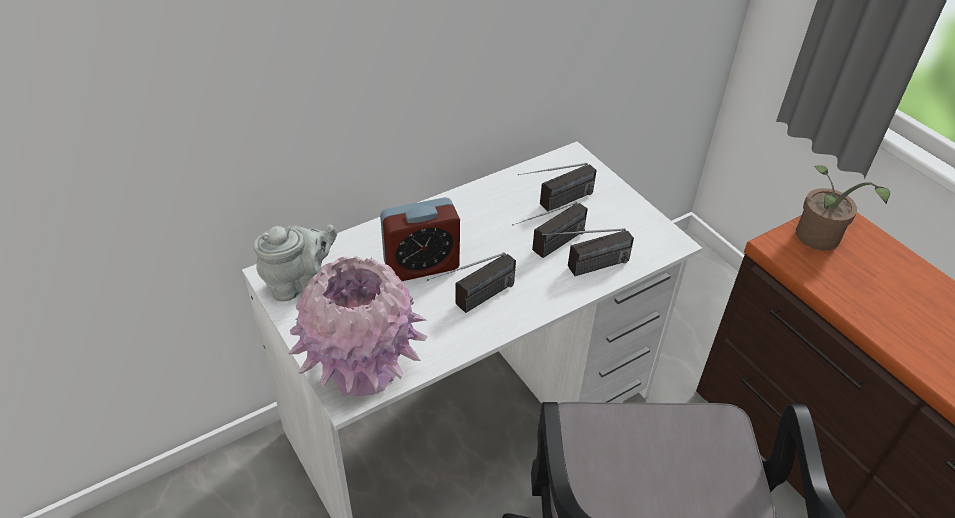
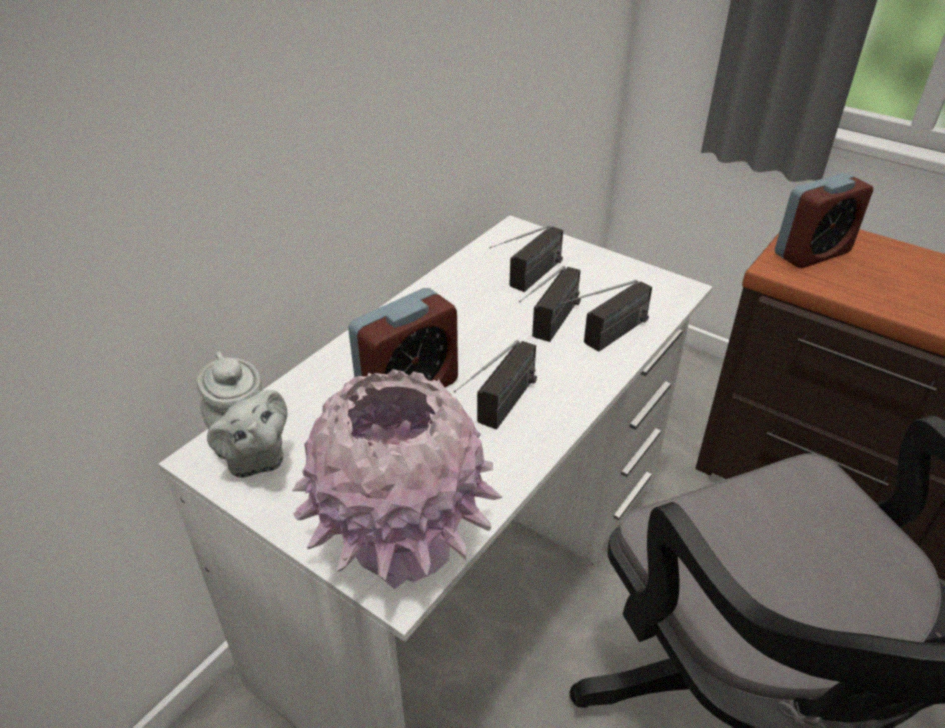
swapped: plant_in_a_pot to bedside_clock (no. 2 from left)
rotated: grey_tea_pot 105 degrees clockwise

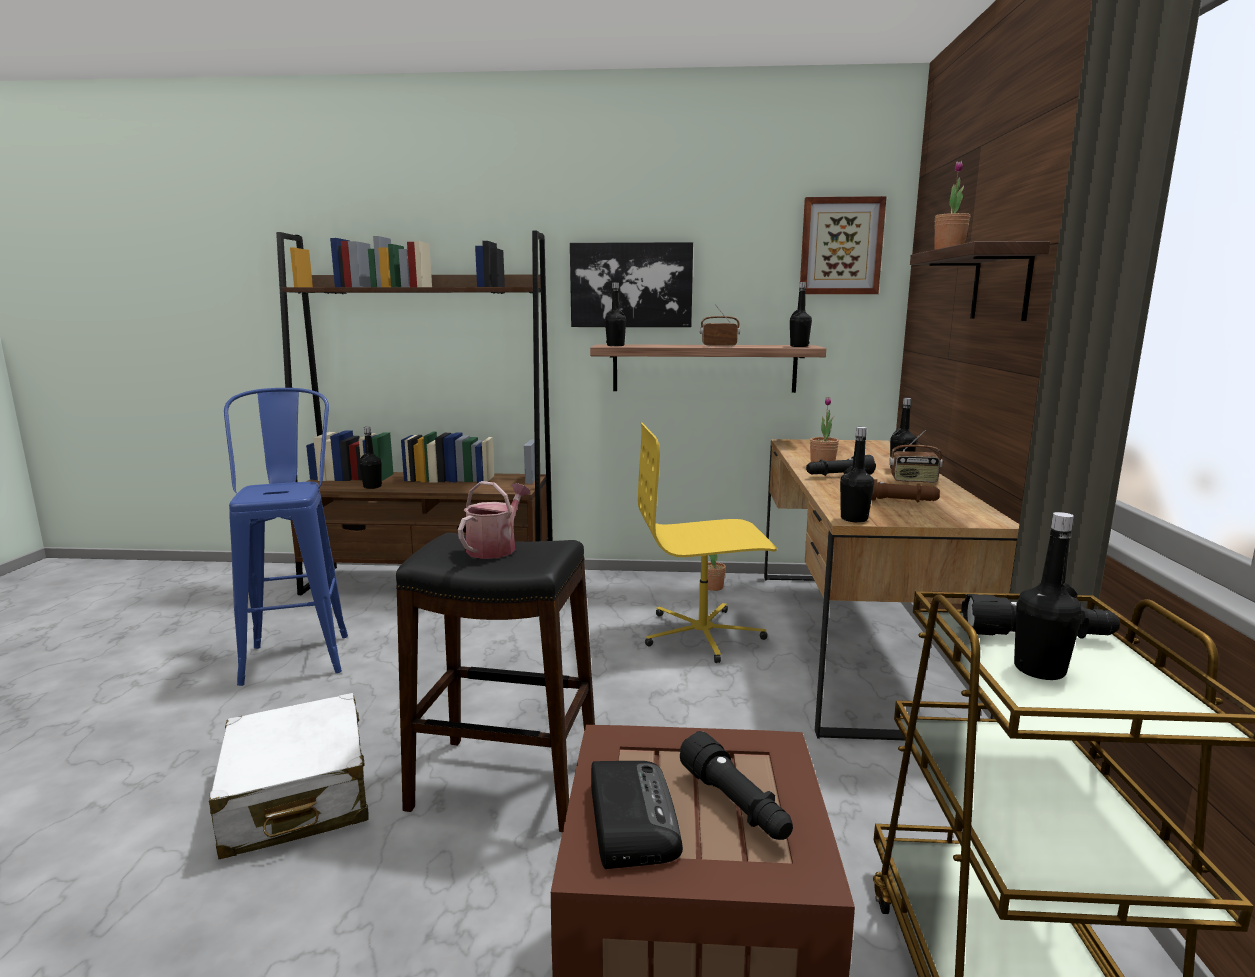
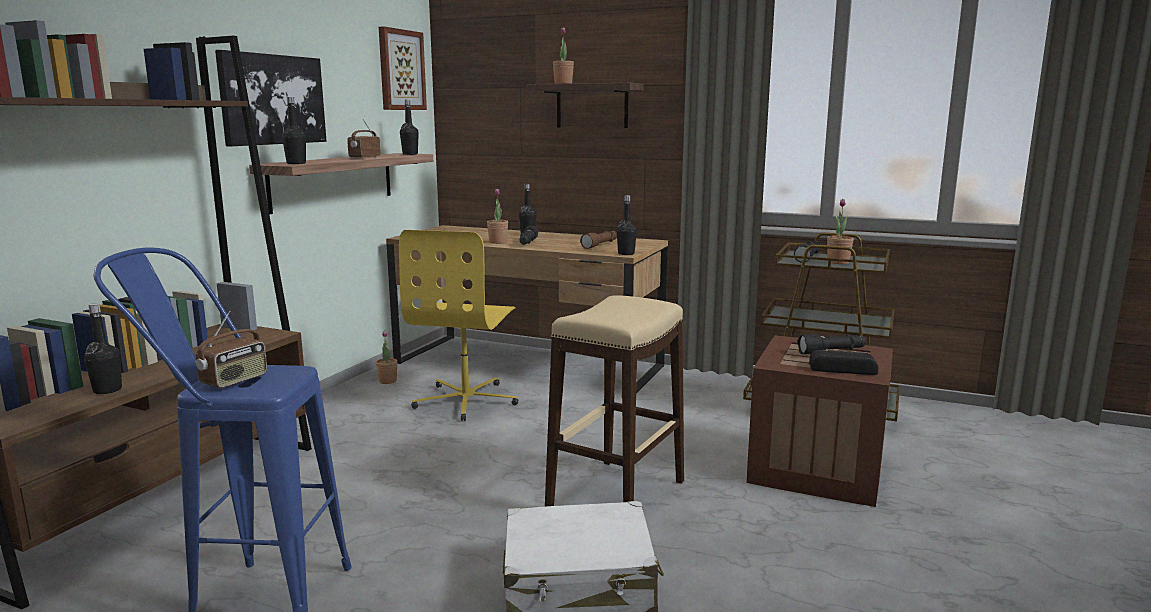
gone: watering_can
shifted: radio (no. 3 from left in the first image) to radio (no. 1 from left)
swapped: blackish_beverage_bottle (no. 6 from left) to plant_in_a_pot (no. 4 from left)
repainted: blackish_sitting_stool to sand-coloured_sitting_stool

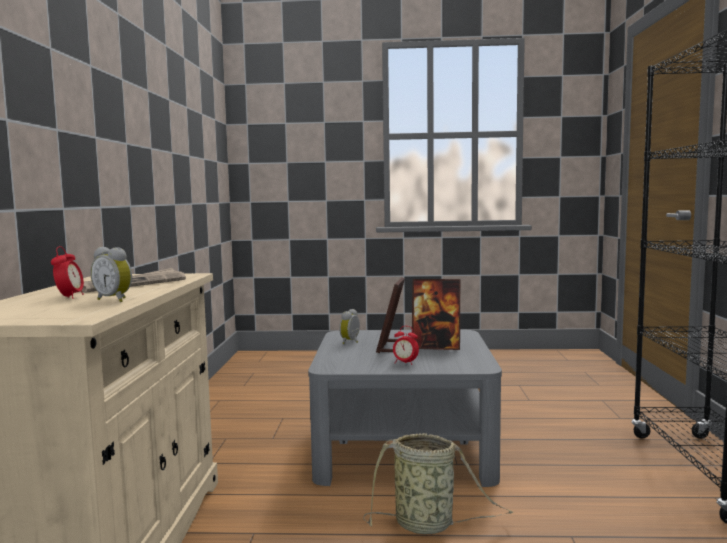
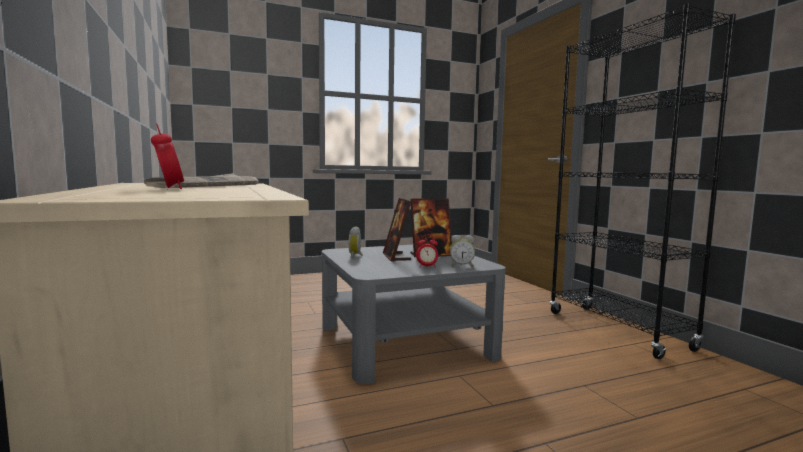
gone: basket
shifted: bedside_clock (no. 2 from left in the first image) to bedside_clock (no. 4 from left)

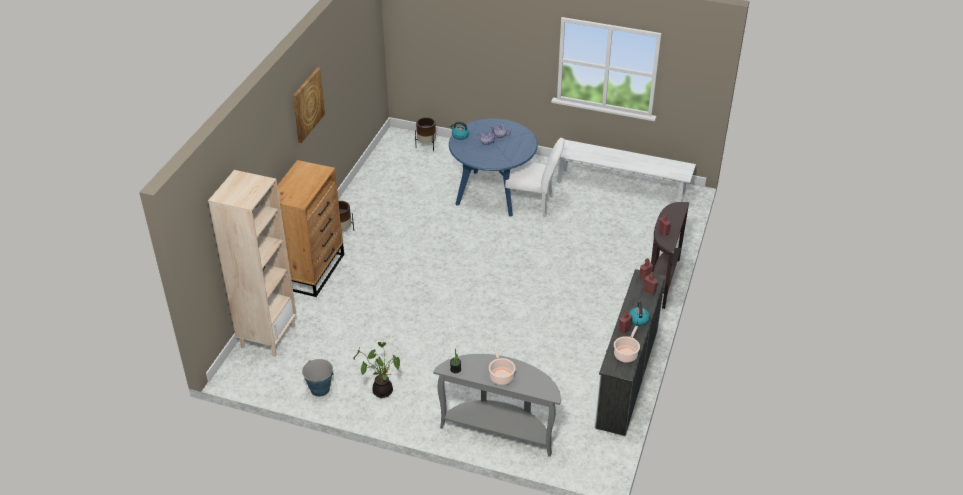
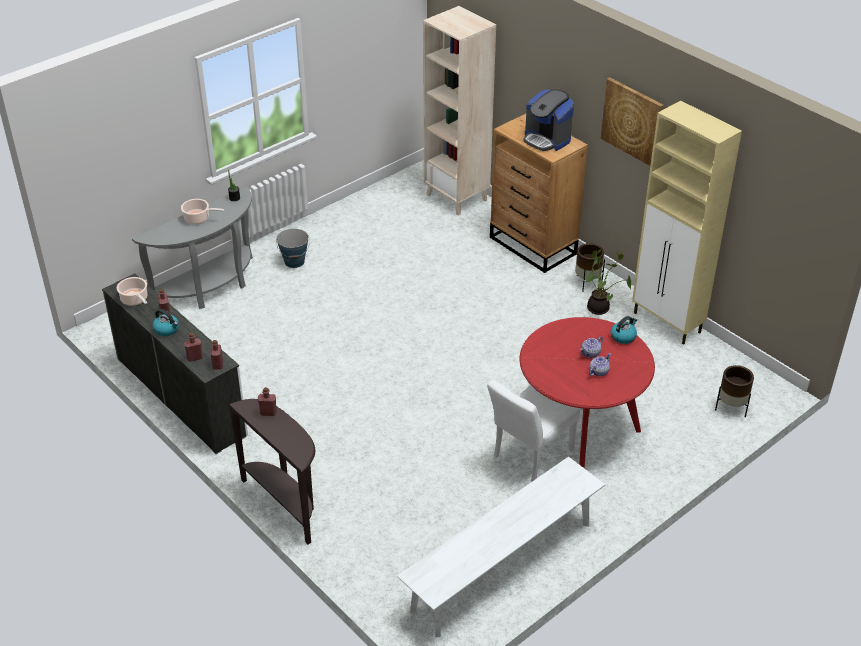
new: coffee_brewer; sand-coloured_cupboard
shifted: water_bucket; plant_in_a_pot (no. 1 from left in the first image) to plant_in_a_pot (no. 2 from left)
repainted: blue-coloured_dining_table to reddish_dining_table

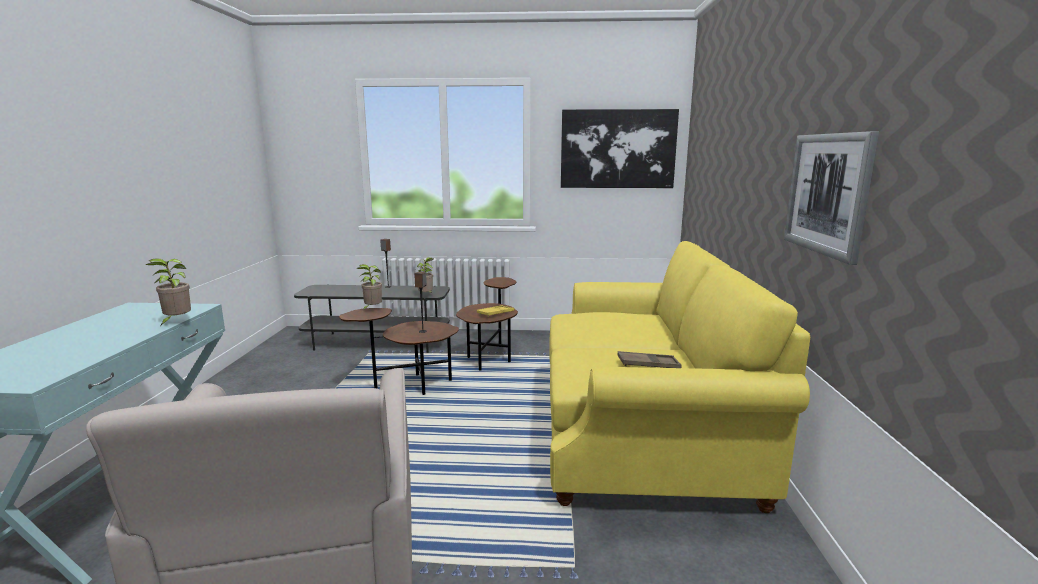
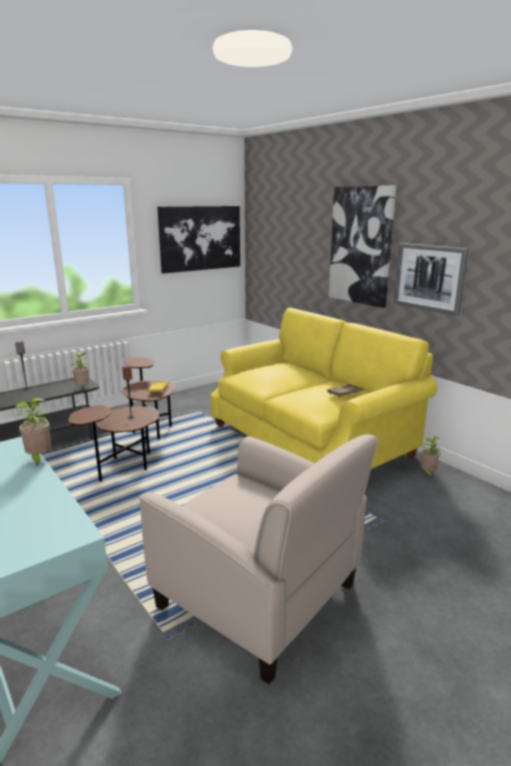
new: wall_art (no. 2 from left)
shifted: plant_in_a_pot (no. 2 from left in the first image) to plant_in_a_pot (no. 3 from left)

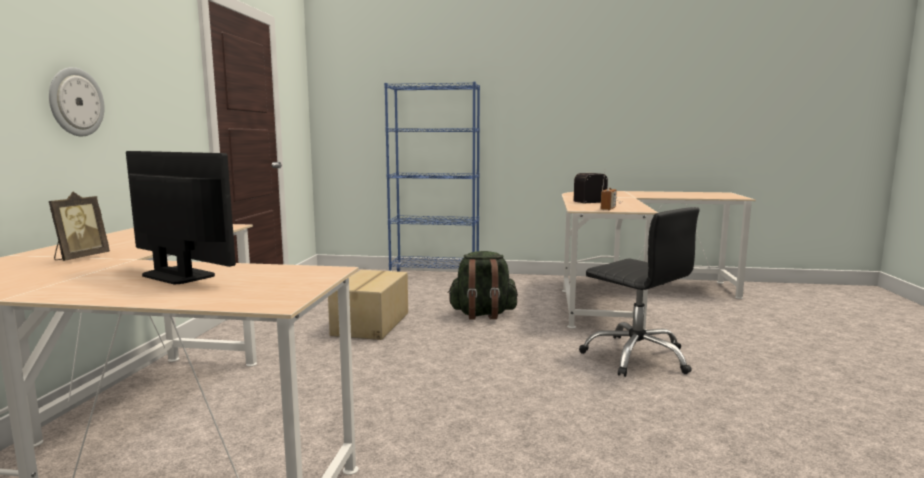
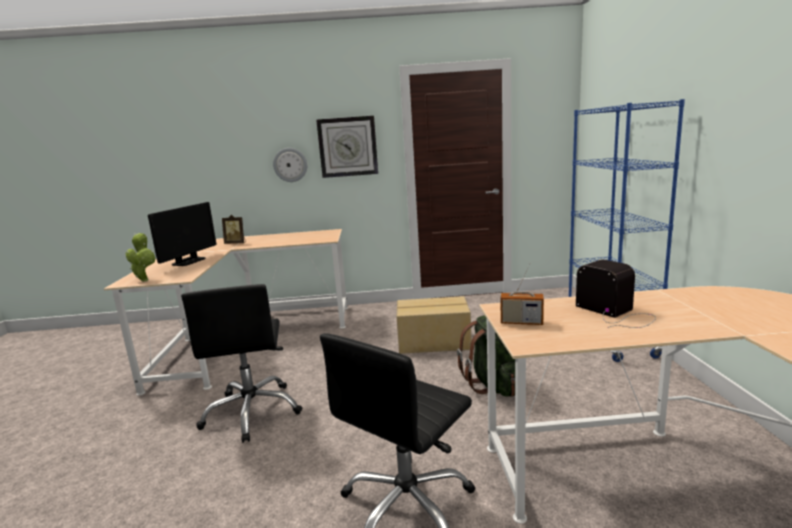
new: plant_in_a_pot; blackish_office_chair (no. 1 from left); wall_clock (no. 2 from left)

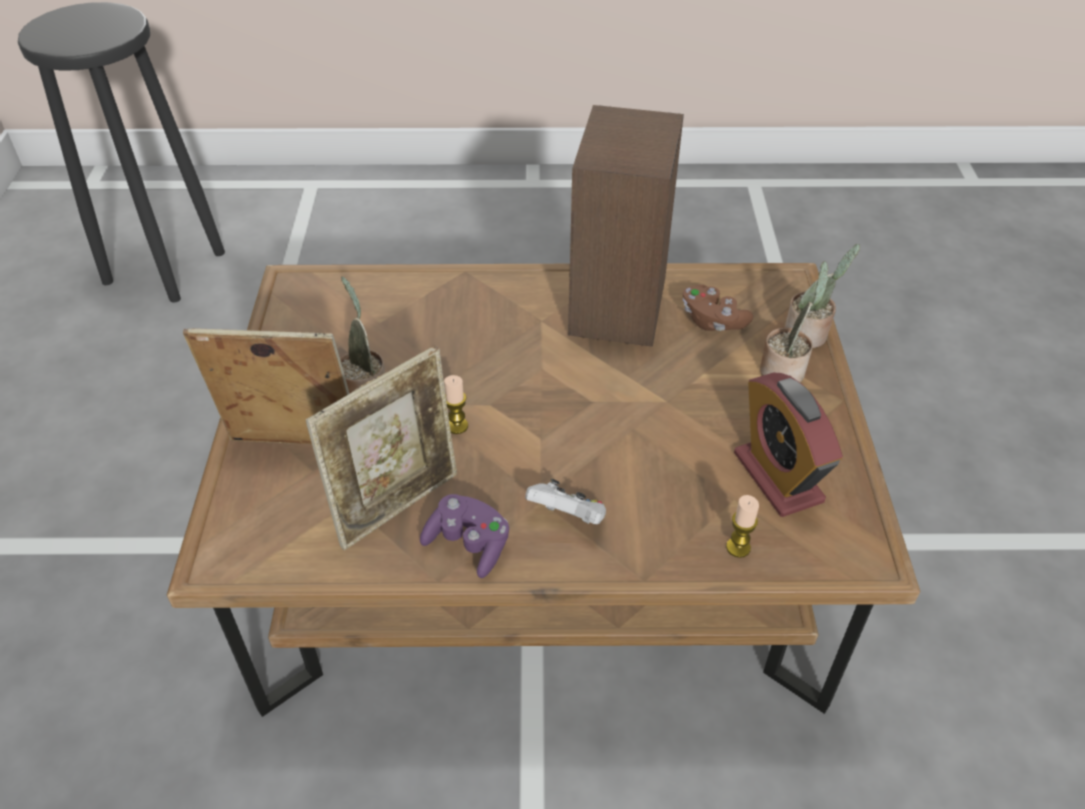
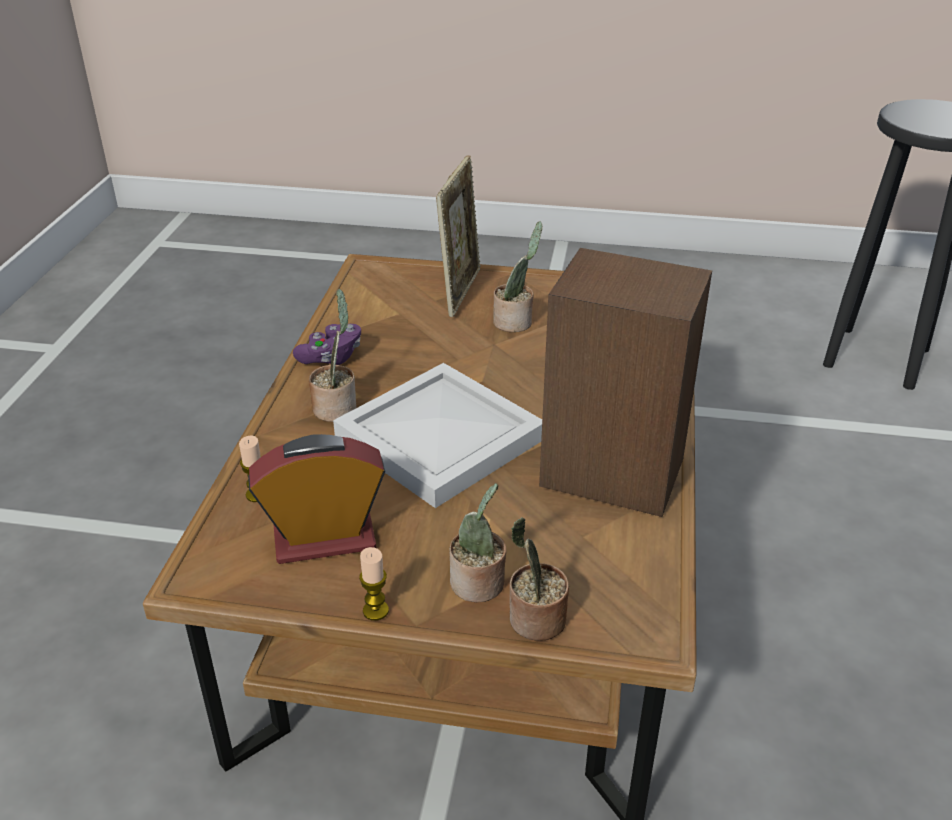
gone: picture_frame (no. 2 from left); brown_gamepad
new: whitish_tray
shifted: candle (no. 1 from left in the first image) to candle (no. 2 from left)
swapped: whitish_gamepad to plant_in_a_pot (no. 1 from left)

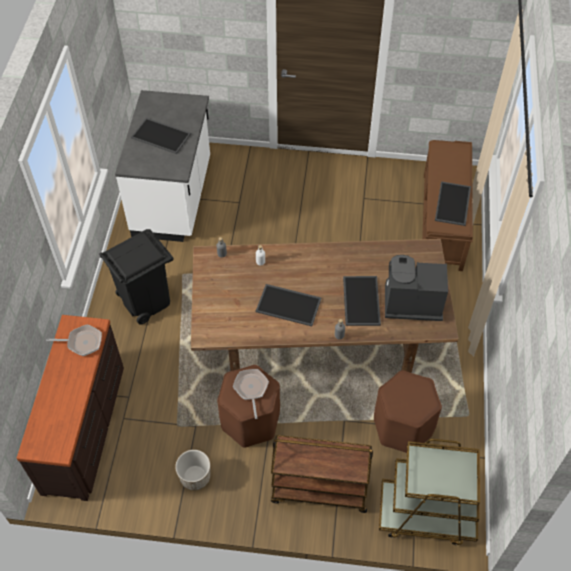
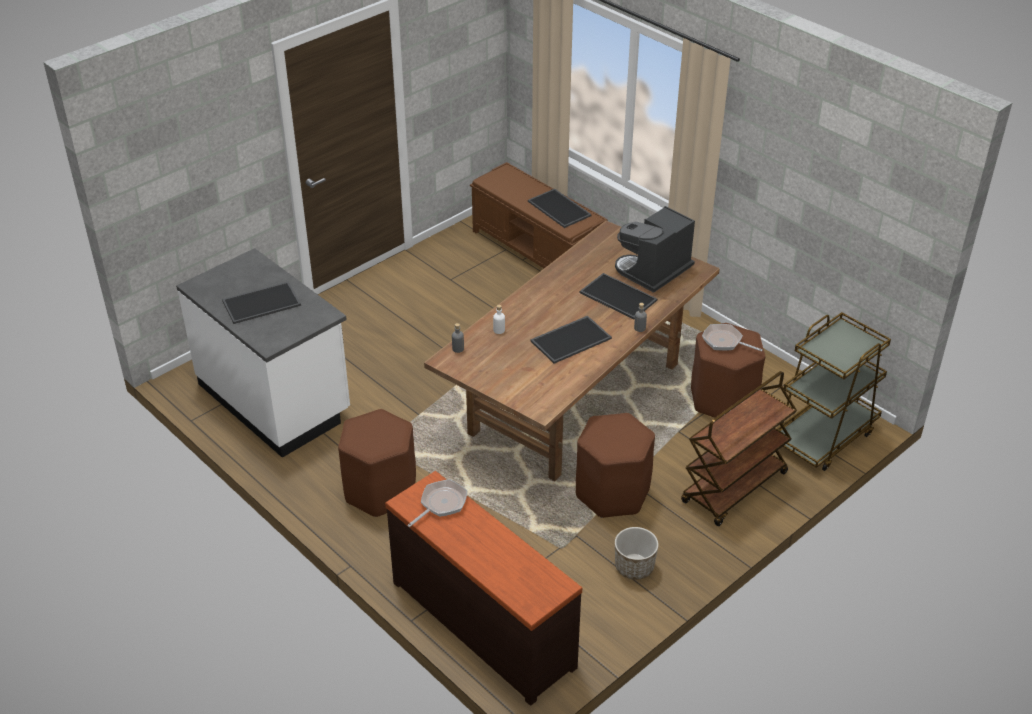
shifted: frying_pan (no. 2 from left)
swapped: blackish_rubbish_bin to brown_sitting_stool (no. 1 from left)

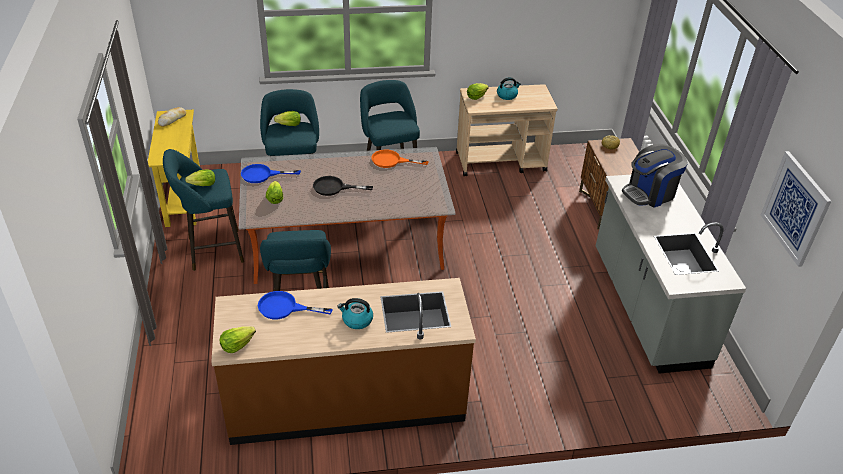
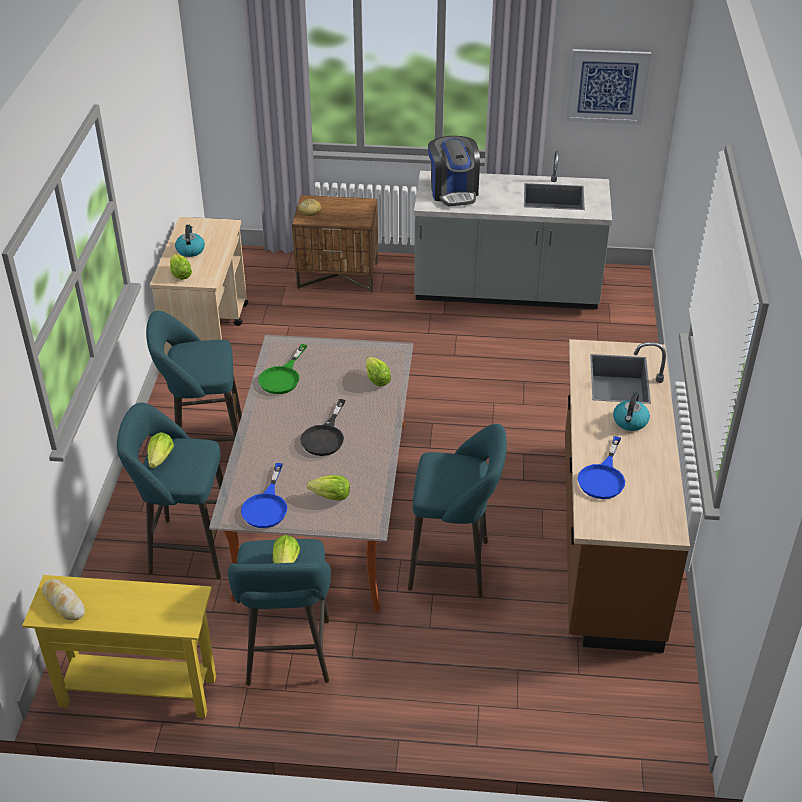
shifted: lettuce (no. 2 from left in the first image) to lettuce (no. 5 from left)
repainted: orangey_frying_pan to green-coloured_frying_pan

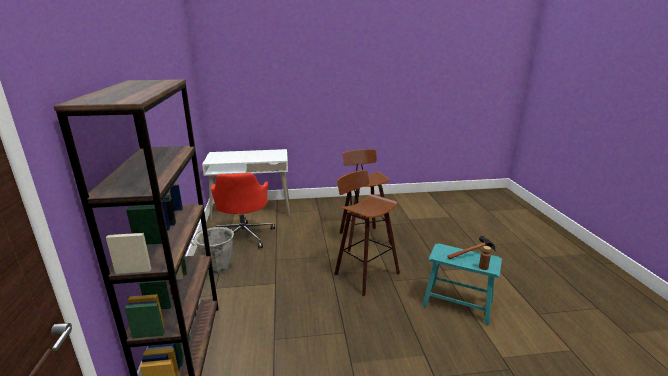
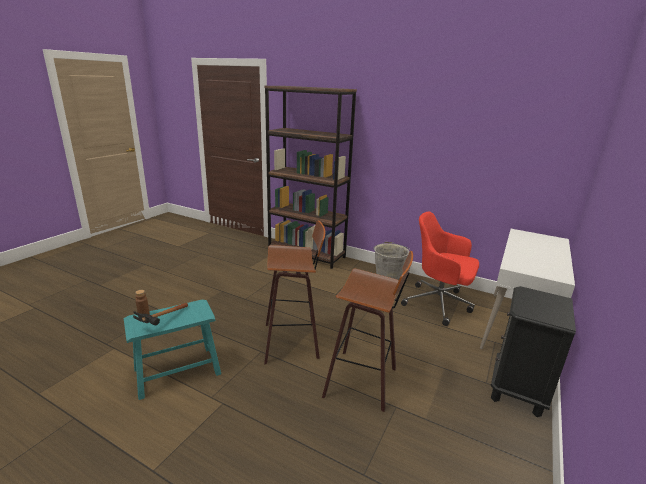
new: blackish_nightstand

